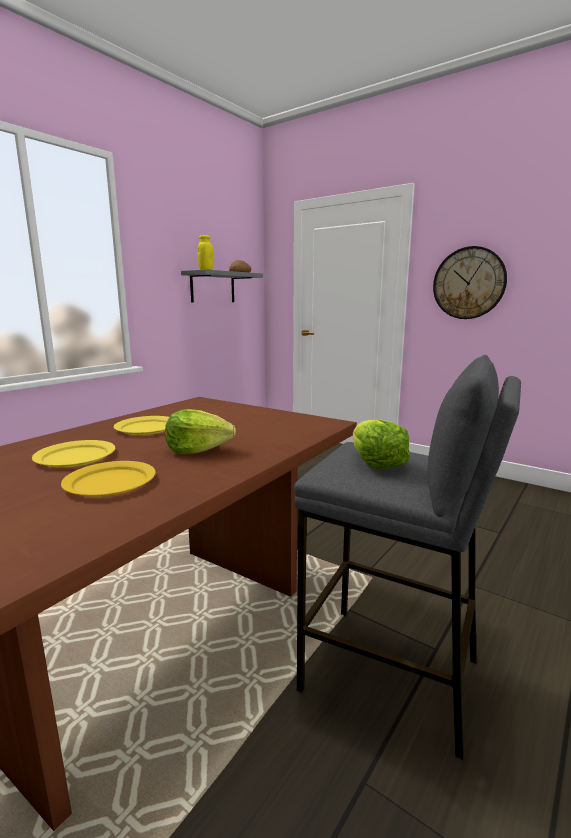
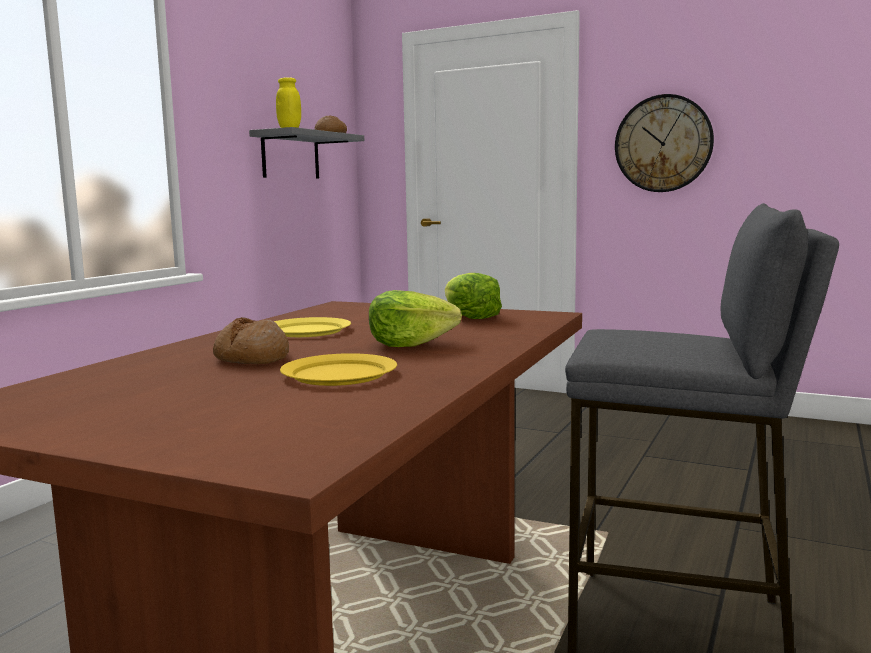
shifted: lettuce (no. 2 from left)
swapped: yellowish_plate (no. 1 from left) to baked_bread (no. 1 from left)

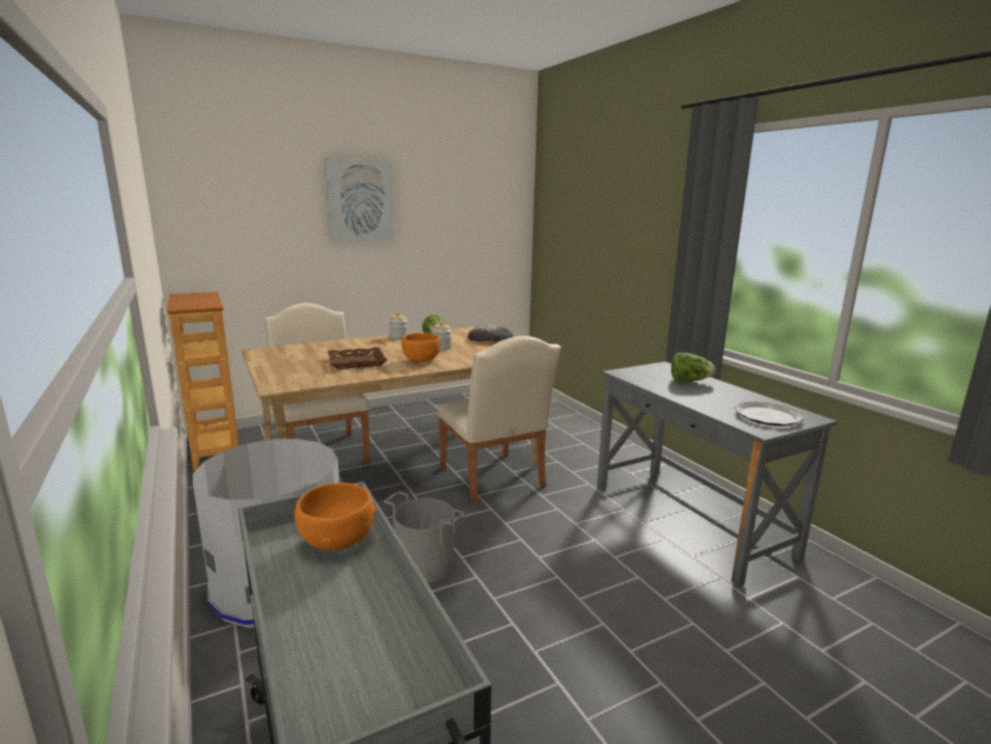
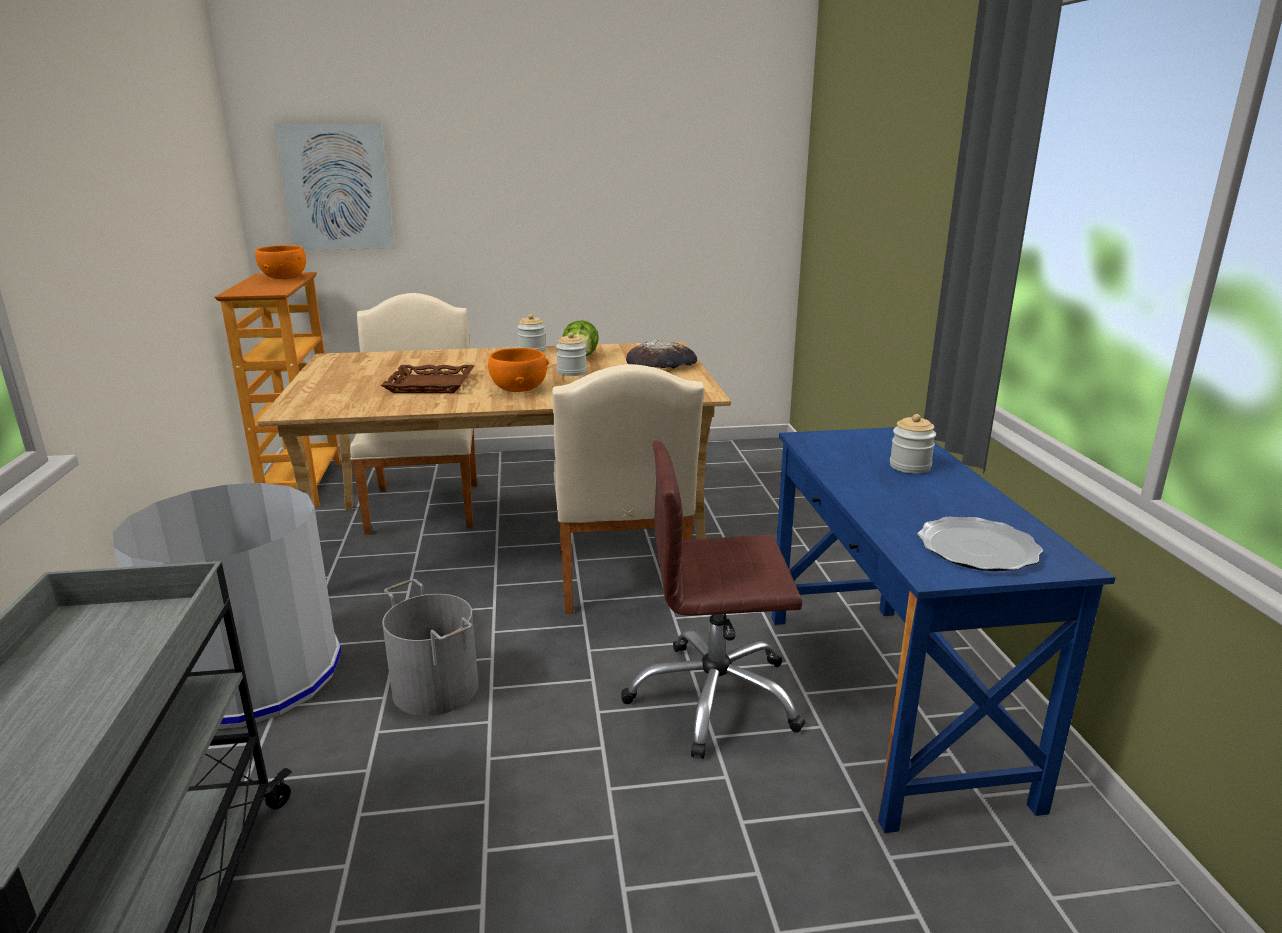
new: brown_office_chair
shifted: orangey_serving_bowl (no. 1 from left); wall_art
swapped: lettuce (no. 2 from left) to storage_jar (no. 3 from left)
repainted: grey_desk to blue-coloured_desk

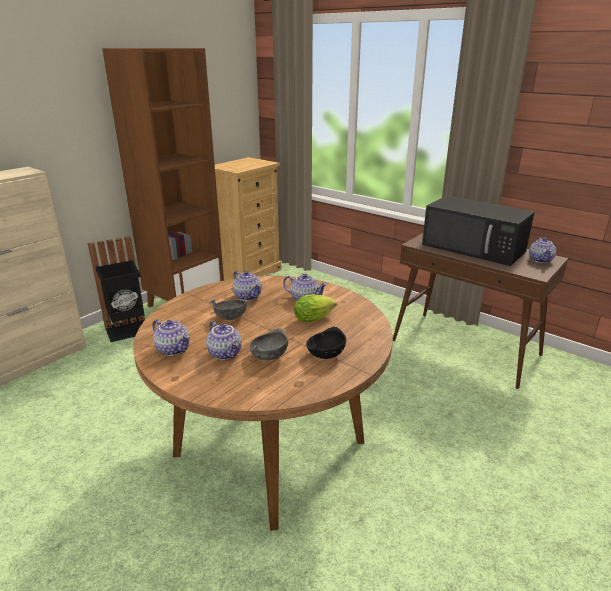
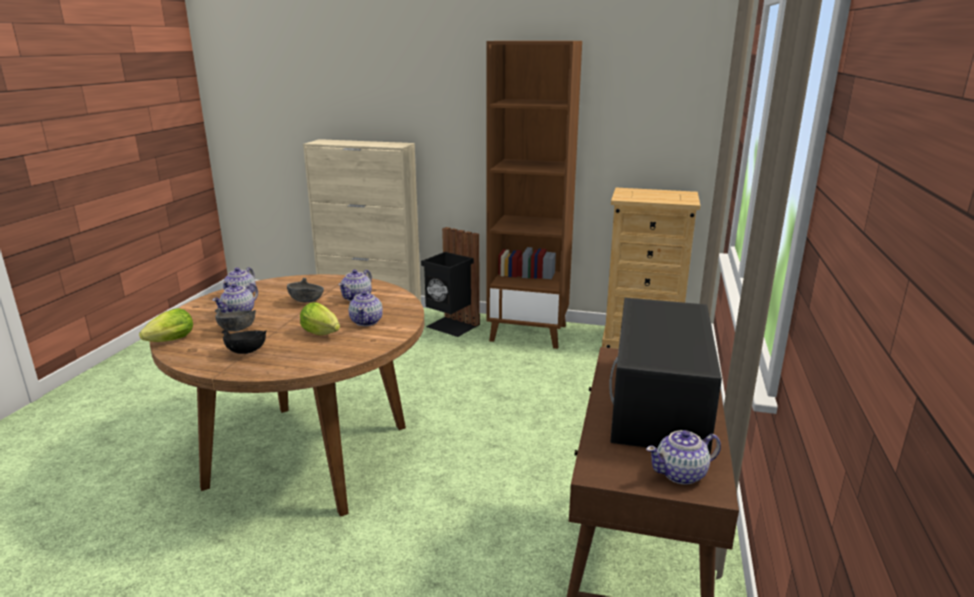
new: lettuce (no. 1 from left)

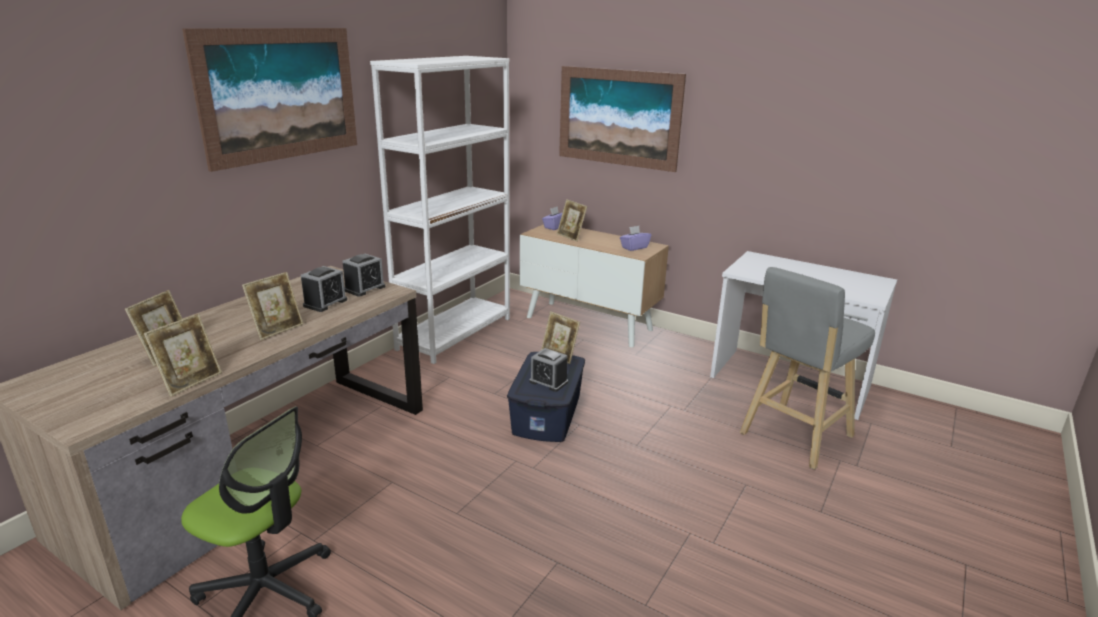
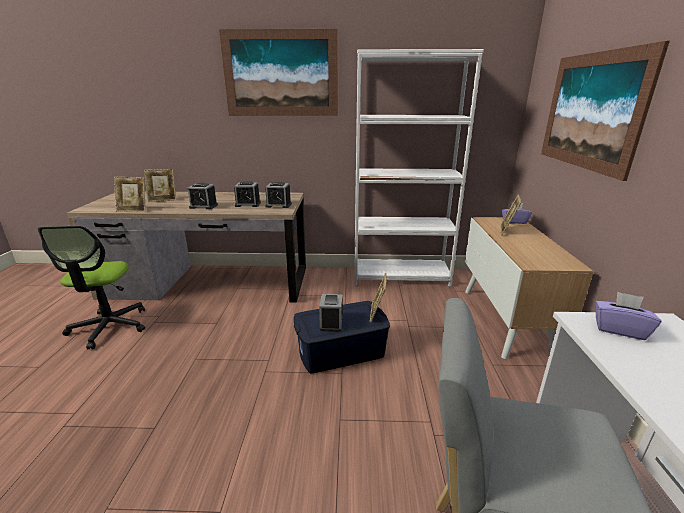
shifted: purplish_tissue_box (no. 2 from left)
swapped: picture_frame (no. 3 from left) to bedside_clock (no. 1 from left)

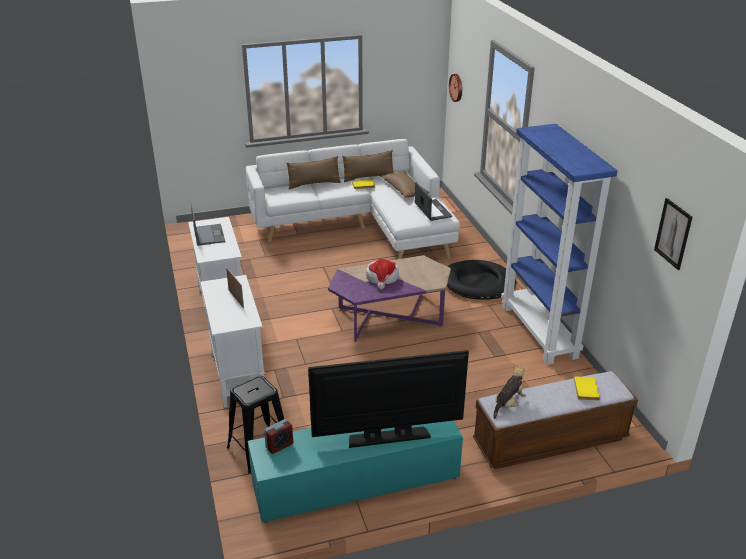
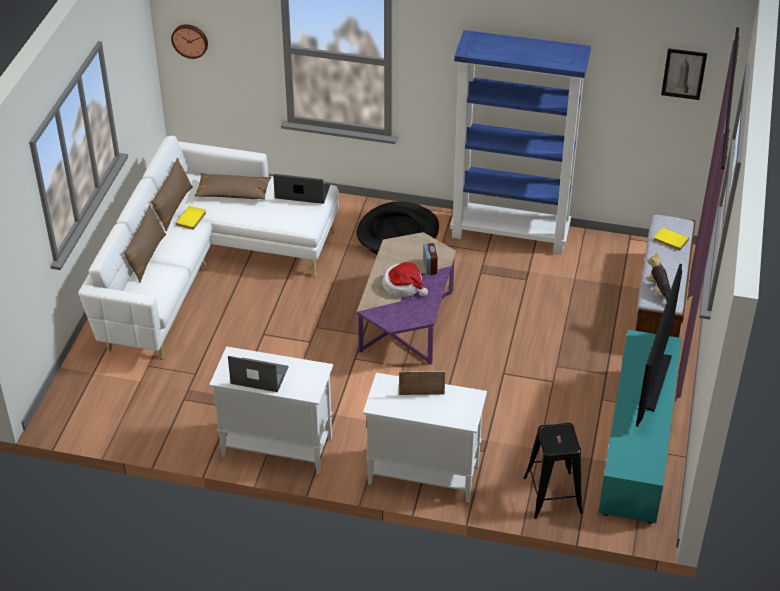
shifted: bedside_clock

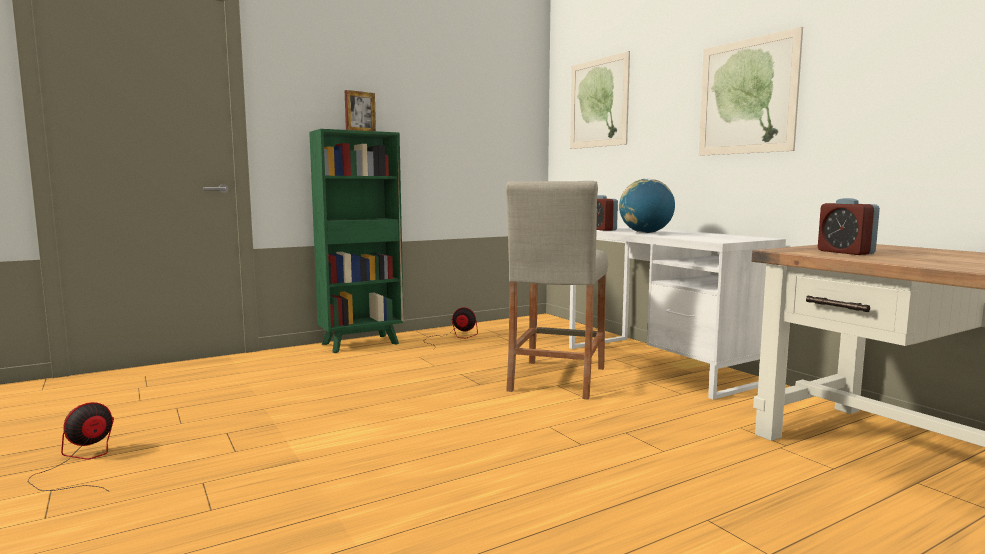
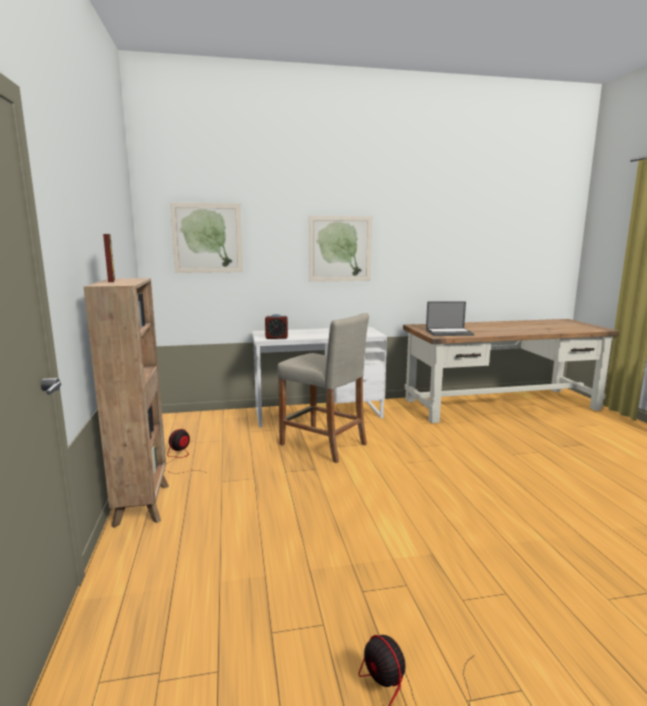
gone: desk_globe
swapped: bedside_clock (no. 2 from left) to notebook_computer
repainted: green-coloured_shelving_unit to brown_shelving_unit

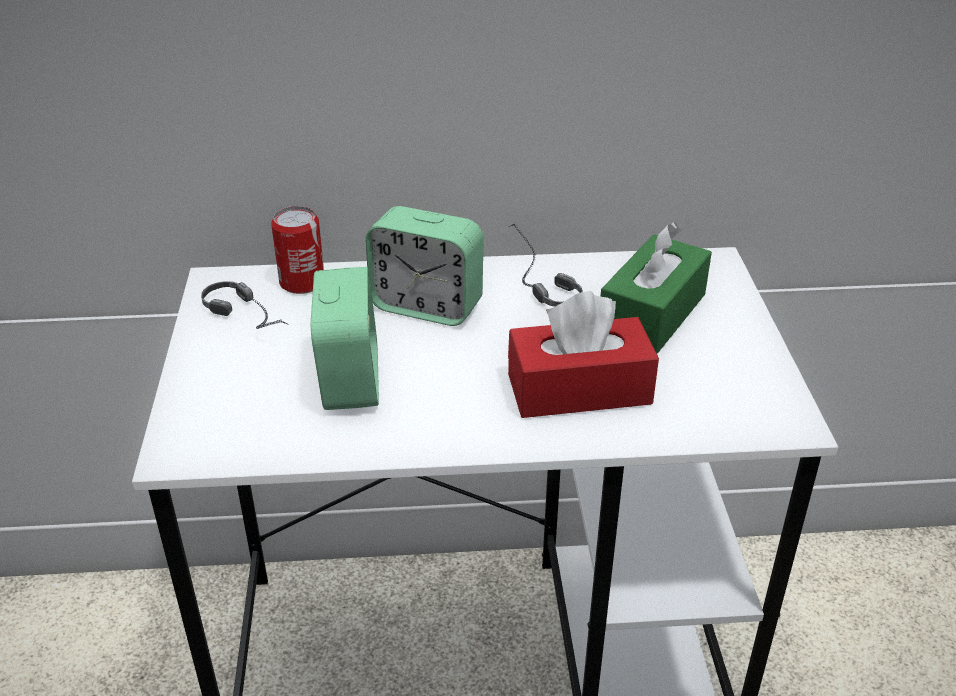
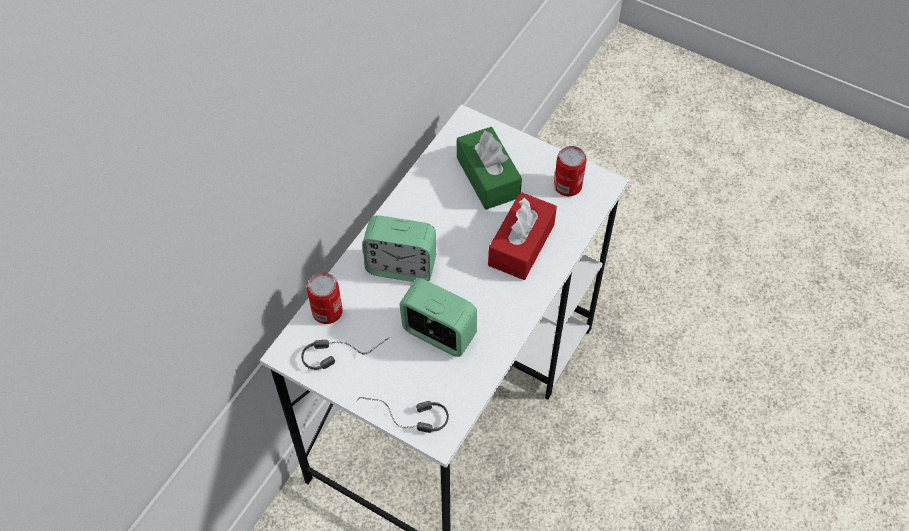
new: sealed_can (no. 2 from left)
shifted: headphones (no. 2 from left)
rotated: bedside_clock (no. 2 from left in the first image) 45 degrees clockwise

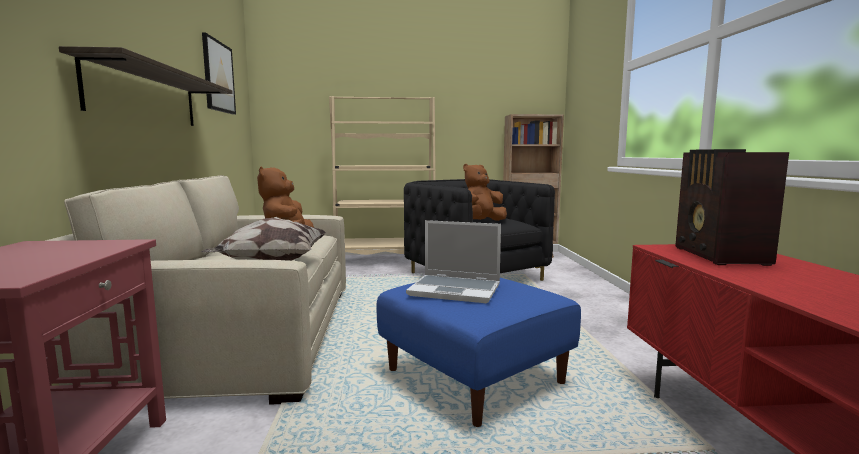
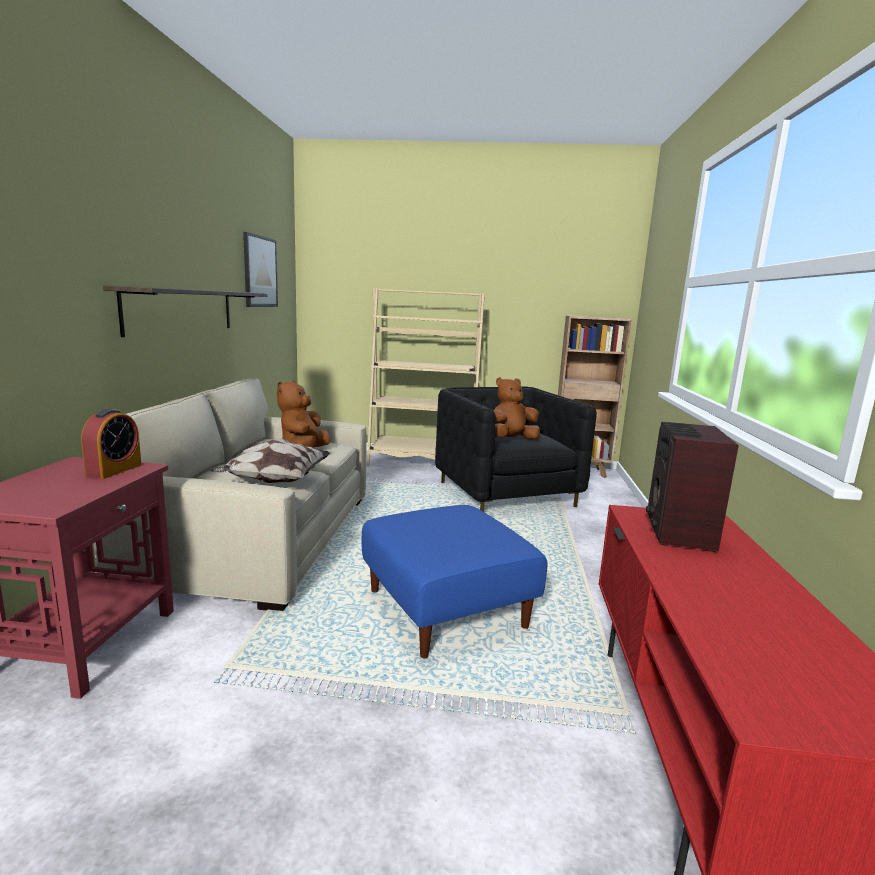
gone: notebook_computer
new: bedside_clock

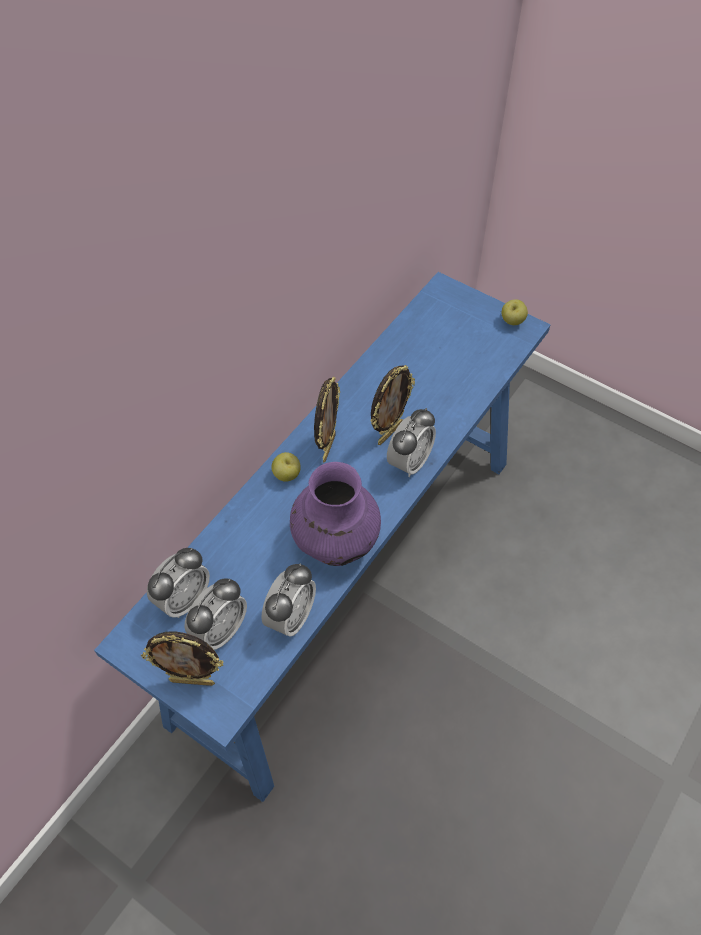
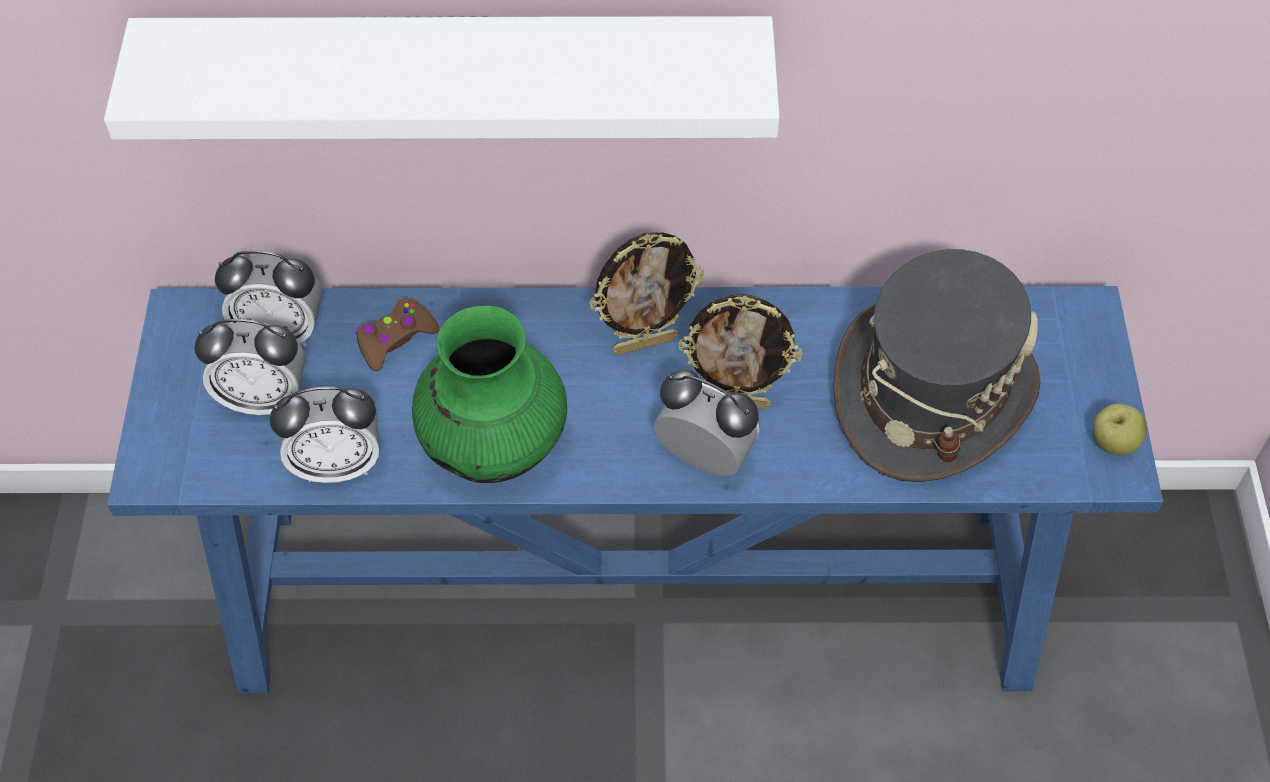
gone: picture_frame (no. 1 from left); apple_fruit (no. 1 from left)
new: whitish_bracket_shelf; brown_gamepad; grey_hat
repainted: purplish_flower_vase to green-coloured_flower_vase
rotated: bedside_clock (no. 4 from left) 150 degrees counterclockwise

